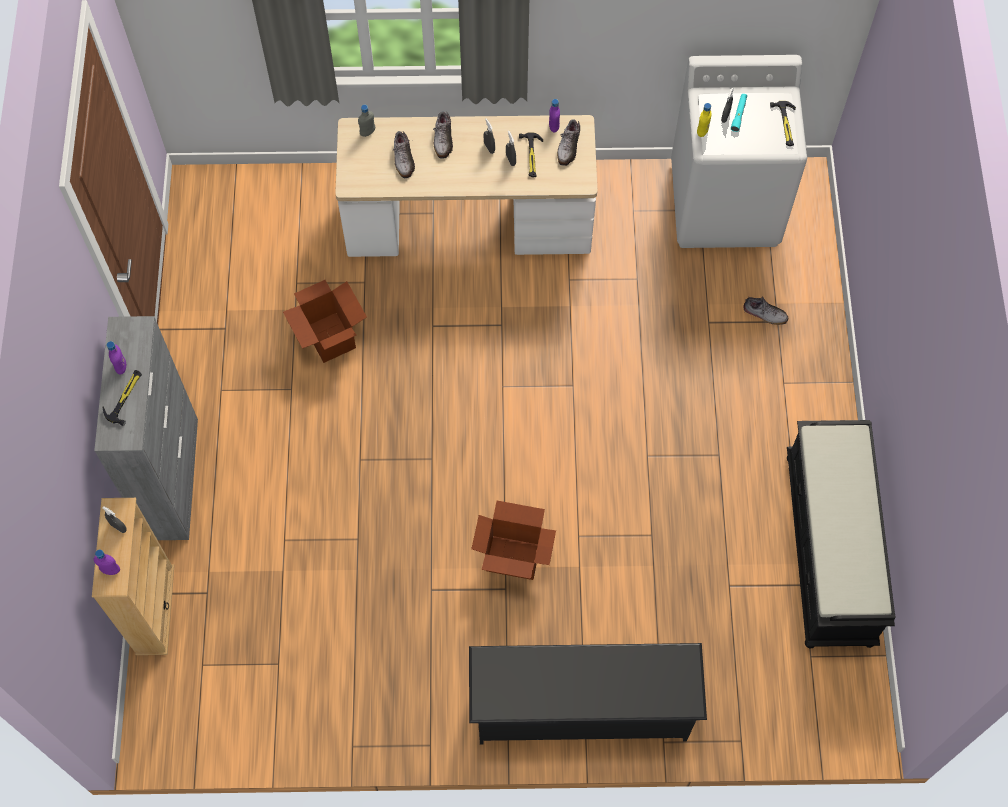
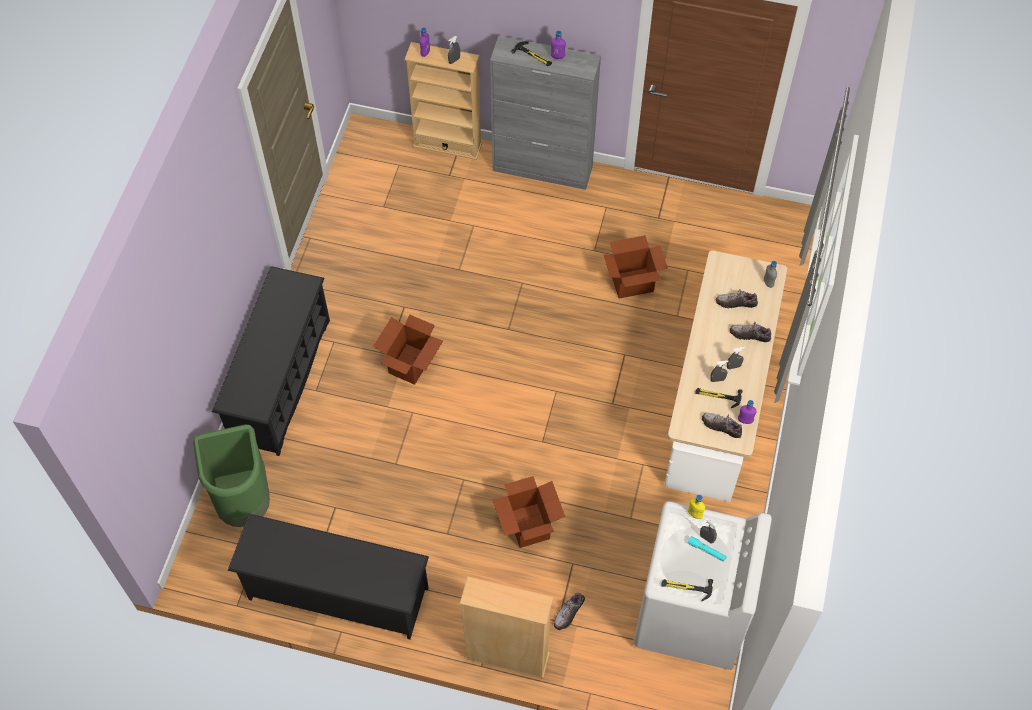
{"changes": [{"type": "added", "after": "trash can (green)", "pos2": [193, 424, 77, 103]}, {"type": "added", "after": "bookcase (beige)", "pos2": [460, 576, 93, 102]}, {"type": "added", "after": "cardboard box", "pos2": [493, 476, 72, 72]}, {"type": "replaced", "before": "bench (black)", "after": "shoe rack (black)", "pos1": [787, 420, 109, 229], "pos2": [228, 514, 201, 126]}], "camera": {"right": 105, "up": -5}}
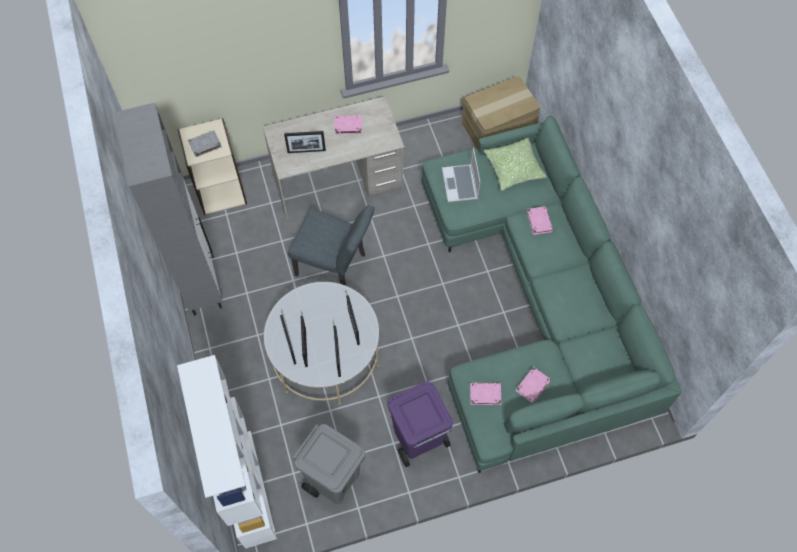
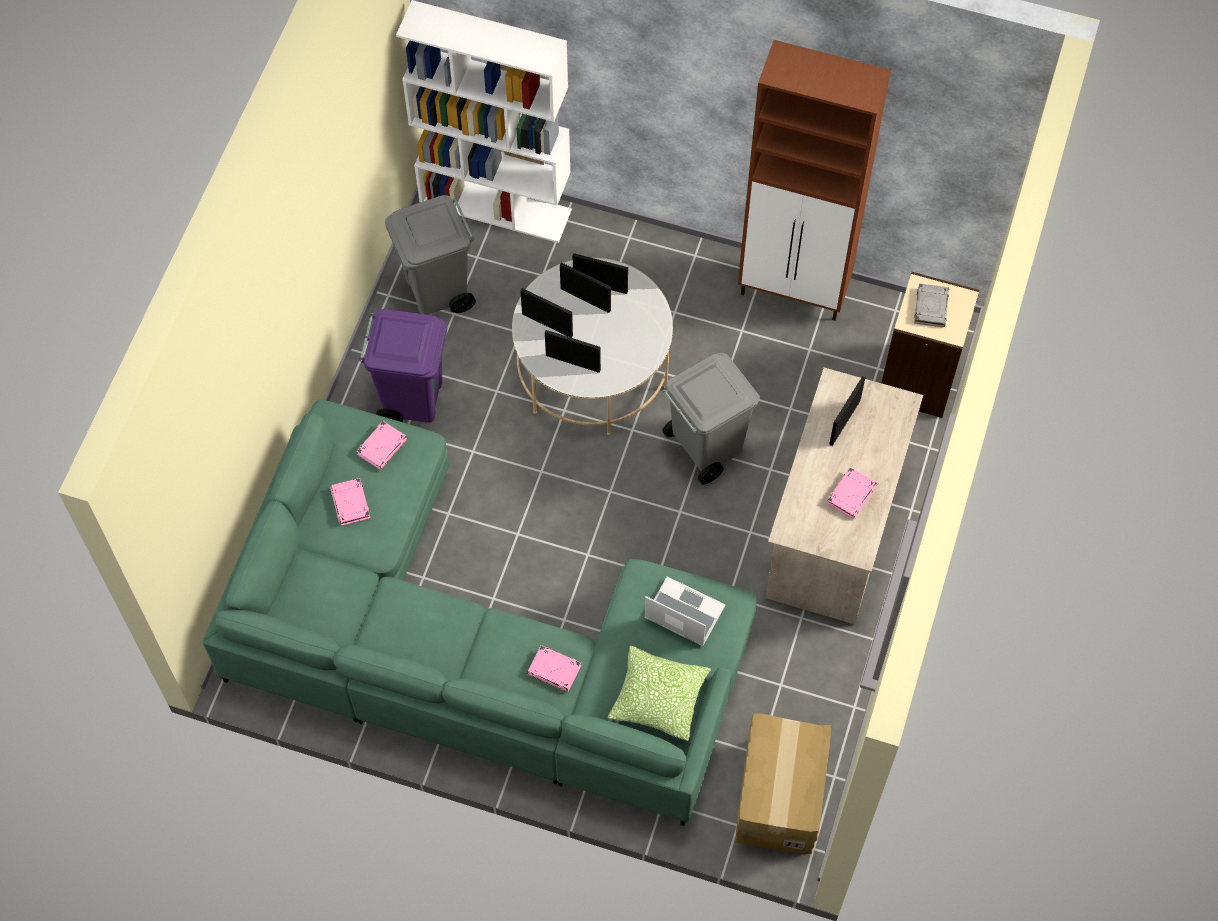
{"changes": [{"type": "replaced", "before": "chair (grey)", "after": "trash can (grey)", "pos1": [288, 205, 87, 81], "pos2": [663, 353, 96, 131]}, {"type": "recoloured", "before": "cabinet (grey)", "after": "cabinet (brown)", "pos1": [113, 103, 109, 212], "pos2": [738, 40, 153, 281]}], "camera": {"right": 125, "up": 0}}
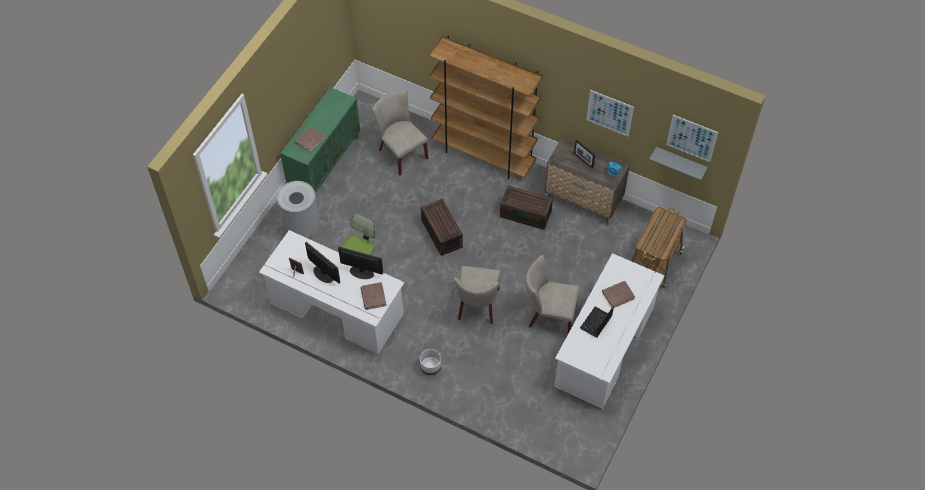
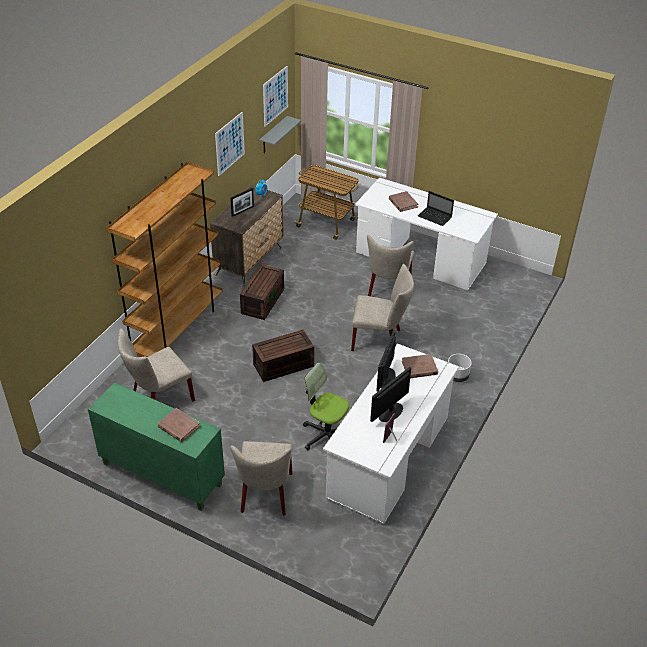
{"changes": [{"type": "replaced", "before": "trash can (grey)", "after": "chair (beige)", "pos1": [277, 181, 43, 58], "pos2": [230, 441, 62, 75]}], "camera": {"right": -90, "up": -15}}
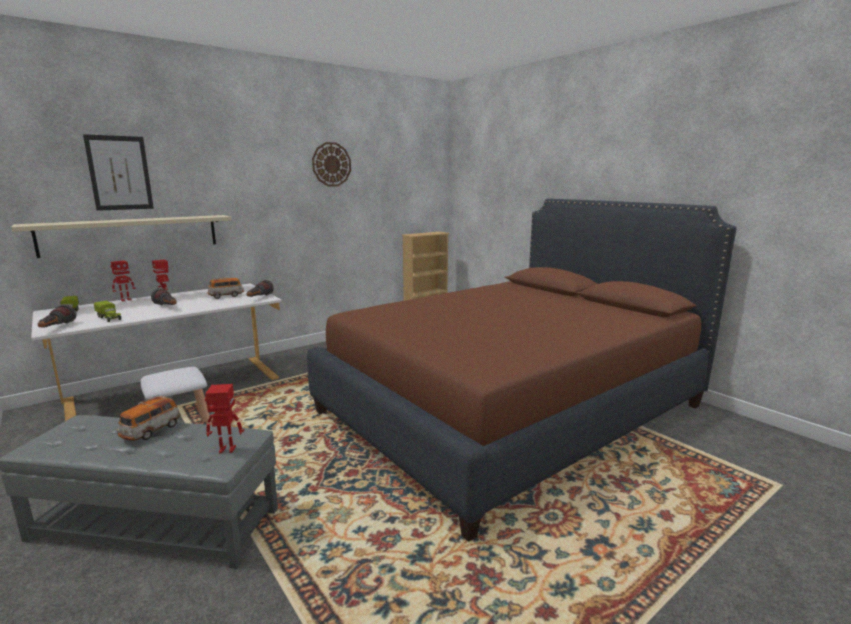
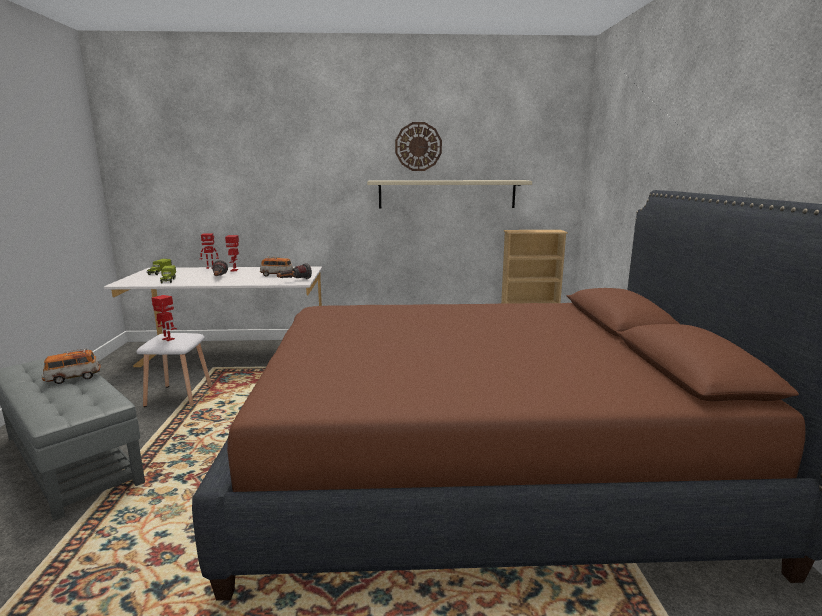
{"changes": [{"type": "removed", "before": "flashlight", "pos1": [38, 304, 38, 24]}, {"type": "removed", "before": "picture", "pos1": [83, 134, 71, 77]}, {"type": "moved", "before": "shelf (beige)", "pos1": [11, 215, 220, 43], "pos2": [367, 180, 165, 28]}, {"type": "moved", "before": "toy robot", "pos1": [205, 384, 39, 69], "pos2": [152, 295, 25, 46]}], "camera": {"right": 35, "up": 0}}
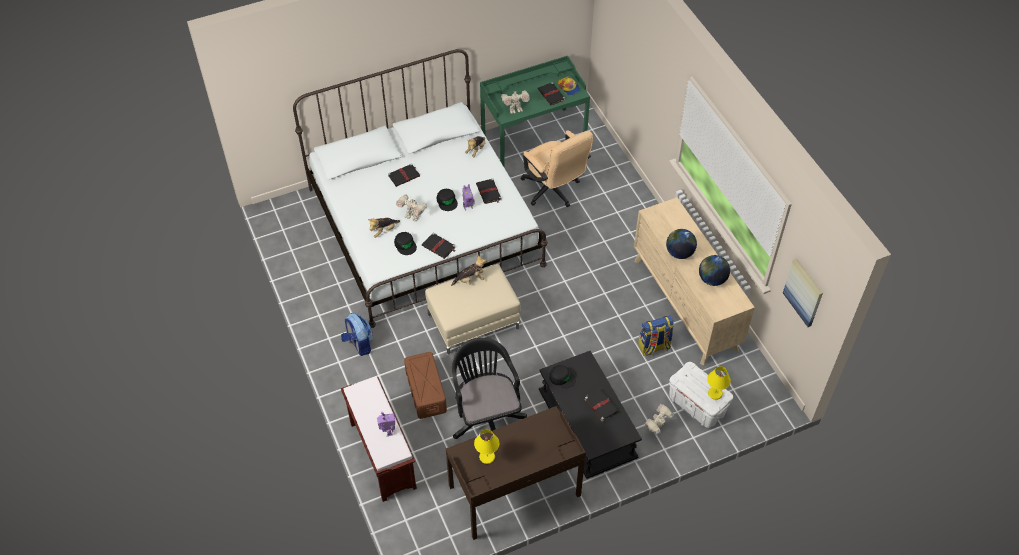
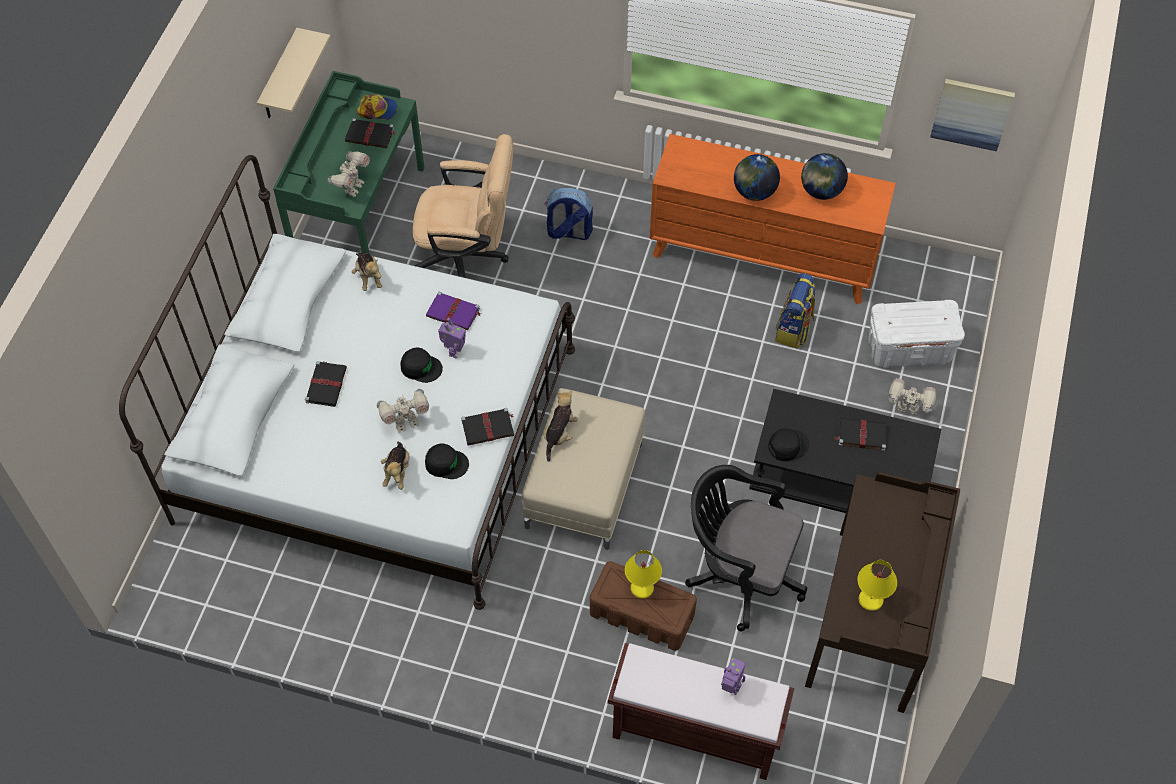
{"changes": [{"type": "added", "after": "shelf (beige)", "pos2": [257, 28, 74, 90]}, {"type": "moved", "before": "backpack", "pos1": [341, 313, 32, 43], "pos2": [545, 187, 48, 53]}, {"type": "moved", "before": "table lamp (yellow)", "pos1": [707, 366, 24, 34], "pos2": [625, 550, 37, 49]}, {"type": "recoloured", "before": "book (black)", "after": "book (purple)", "pos1": [476, 179, 26, 25], "pos2": [426, 292, 55, 38]}, {"type": "recoloured", "before": "dresser (beige)", "after": "dresser (orange)", "pos1": [634, 197, 121, 169], "pos2": [650, 134, 246, 170]}, {"type": "turned", "before": "toy robot", "pos1": [645, 404, 29, 30], "pos2": [888, 378, 48, 37], "turn": 120}], "camera": {"right": -50, "up": 5}}
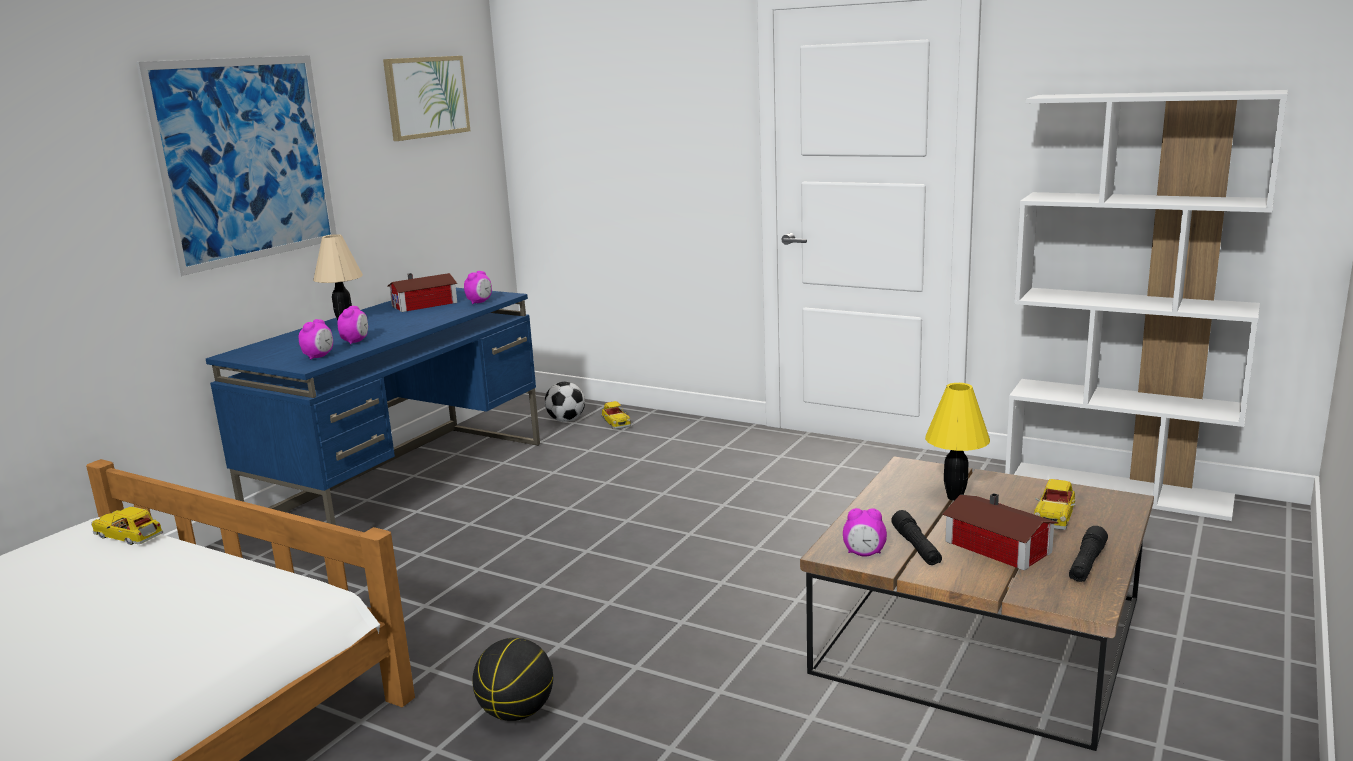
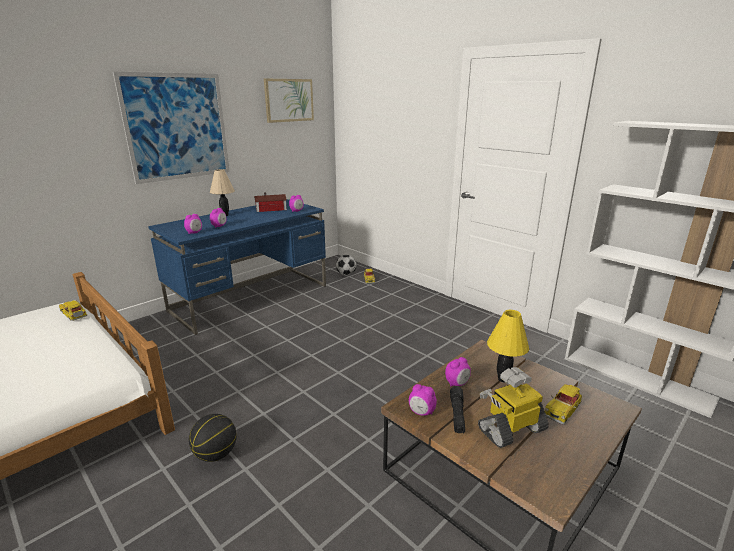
{"changes": [{"type": "removed", "before": "flashlight (black)", "pos1": [1069, 526, 39, 56]}, {"type": "added", "after": "alarm clock", "pos2": [445, 357, 26, 30]}, {"type": "replaced", "before": "toy house", "after": "toy robot", "pos1": [942, 493, 117, 78], "pos2": [478, 367, 71, 81]}], "camera": {"right": 15, "up": 5}}
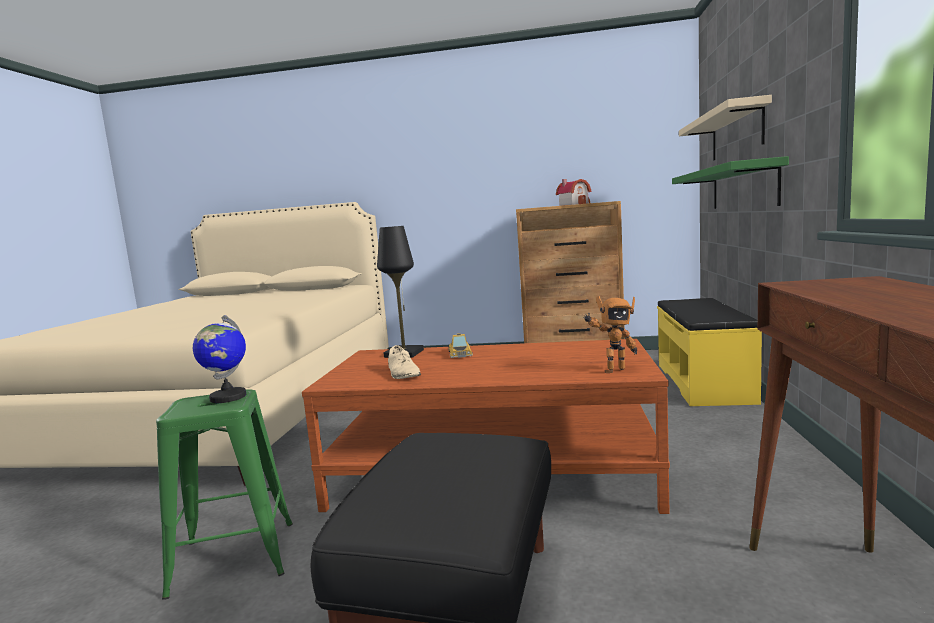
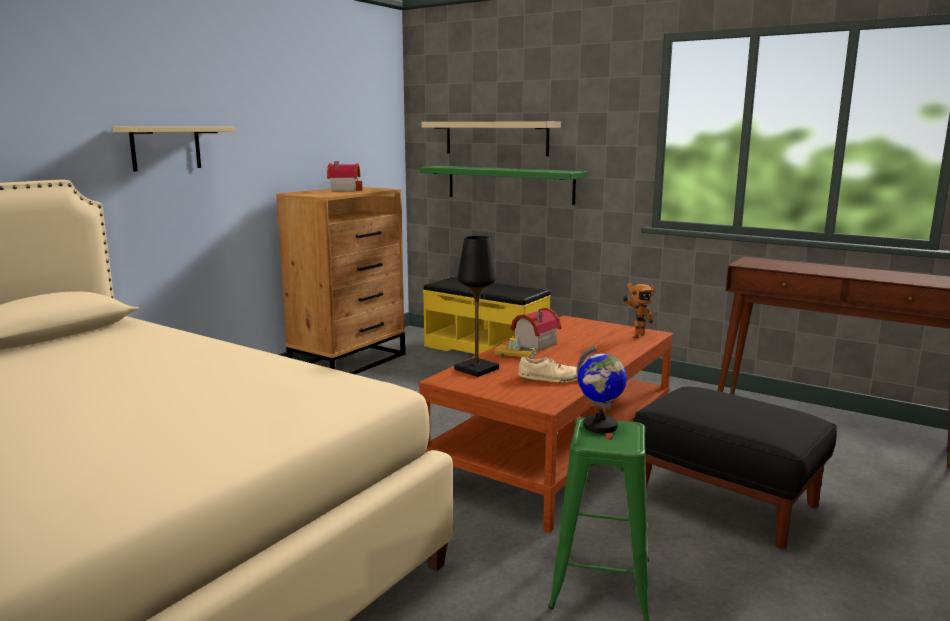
{"changes": [{"type": "added", "after": "shelf (beige)", "pos2": [113, 127, 123, 44]}, {"type": "added", "after": "toy house", "pos2": [510, 308, 51, 43]}, {"type": "turned", "before": "toy robot", "pos1": [583, 296, 54, 77], "pos2": [623, 282, 33, 56], "turn": 45}], "camera": {"right": -65, "up": 5}}
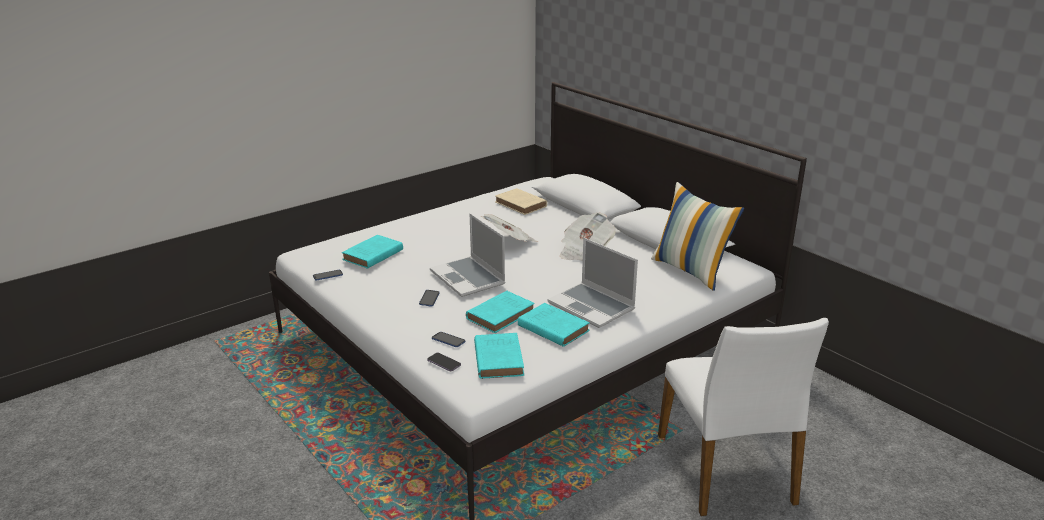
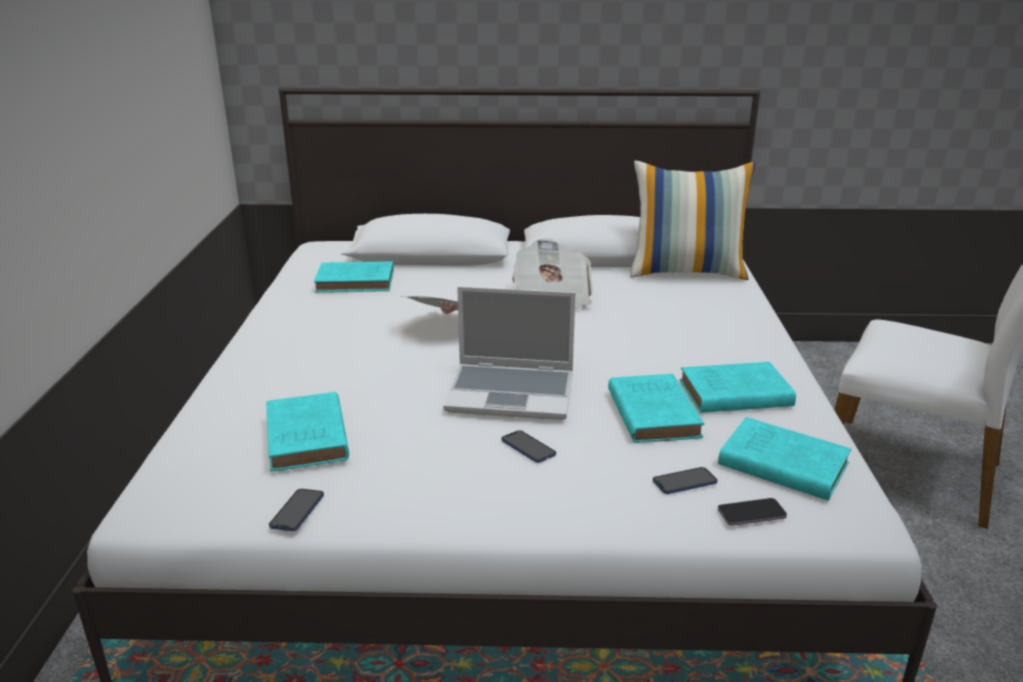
{"changes": [{"type": "removed", "before": "laptop", "pos1": [547, 238, 91, 90]}, {"type": "recoloured", "before": "book (beige)", "after": "book (turquoise)", "pos1": [495, 188, 52, 27], "pos2": [314, 261, 80, 31]}], "camera": {"right": -50, "up": 0}}
